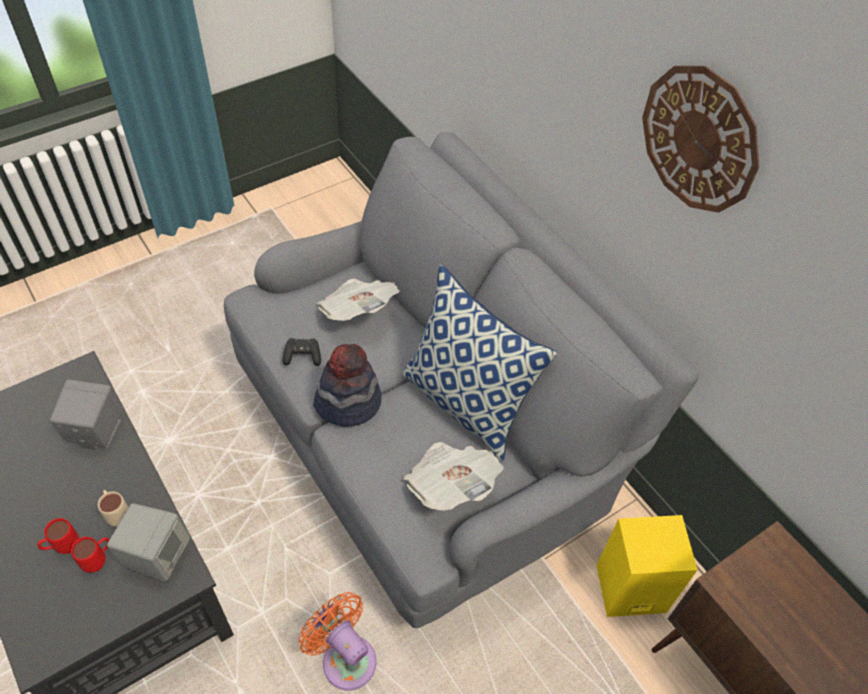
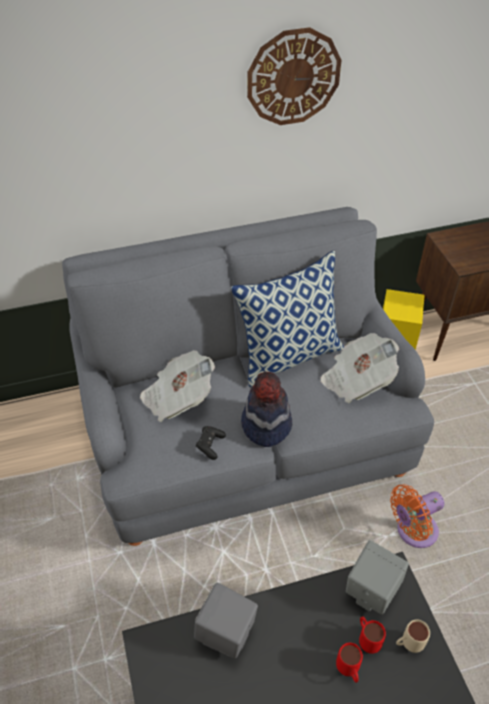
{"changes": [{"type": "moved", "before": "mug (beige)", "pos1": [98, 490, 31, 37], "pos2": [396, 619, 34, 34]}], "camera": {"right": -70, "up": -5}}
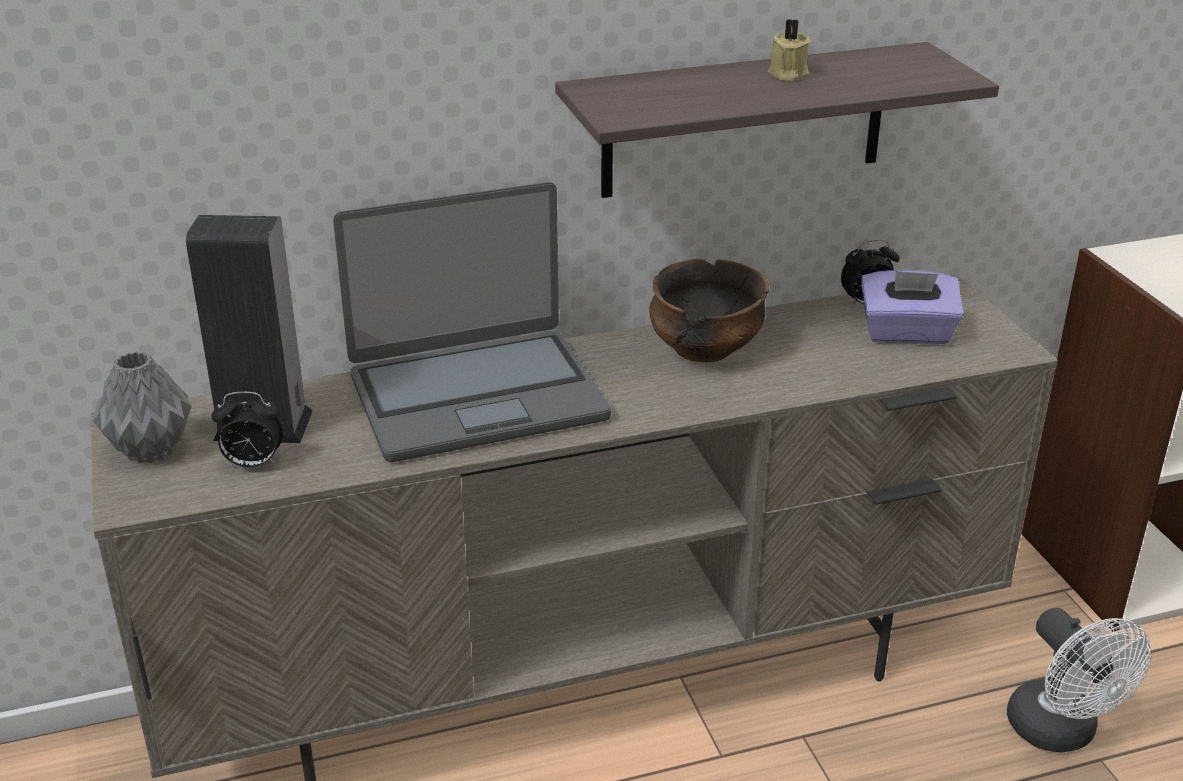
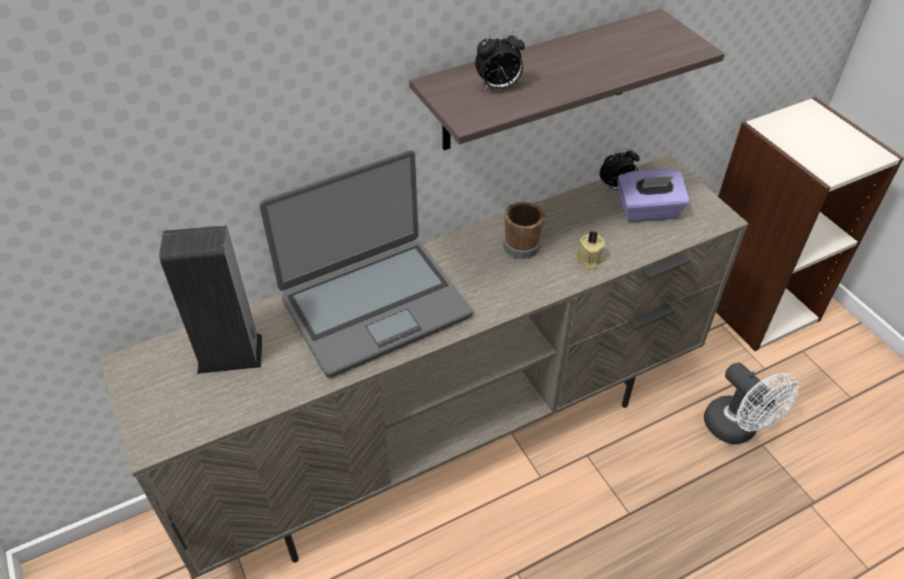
{"changes": [{"type": "removed", "before": "vase (grey)", "pos1": [93, 351, 99, 113]}, {"type": "moved", "before": "alarm clock", "pos1": [211, 392, 73, 76], "pos2": [475, 30, 50, 60]}, {"type": "moved", "before": "candle (beige)", "pos1": [768, 19, 43, 63], "pos2": [575, 230, 30, 39]}, {"type": "replaced", "before": "bowl", "after": "mug (brown)", "pos1": [649, 259, 120, 103], "pos2": [503, 202, 42, 57]}], "camera": {"right": -10, "up": 15}}
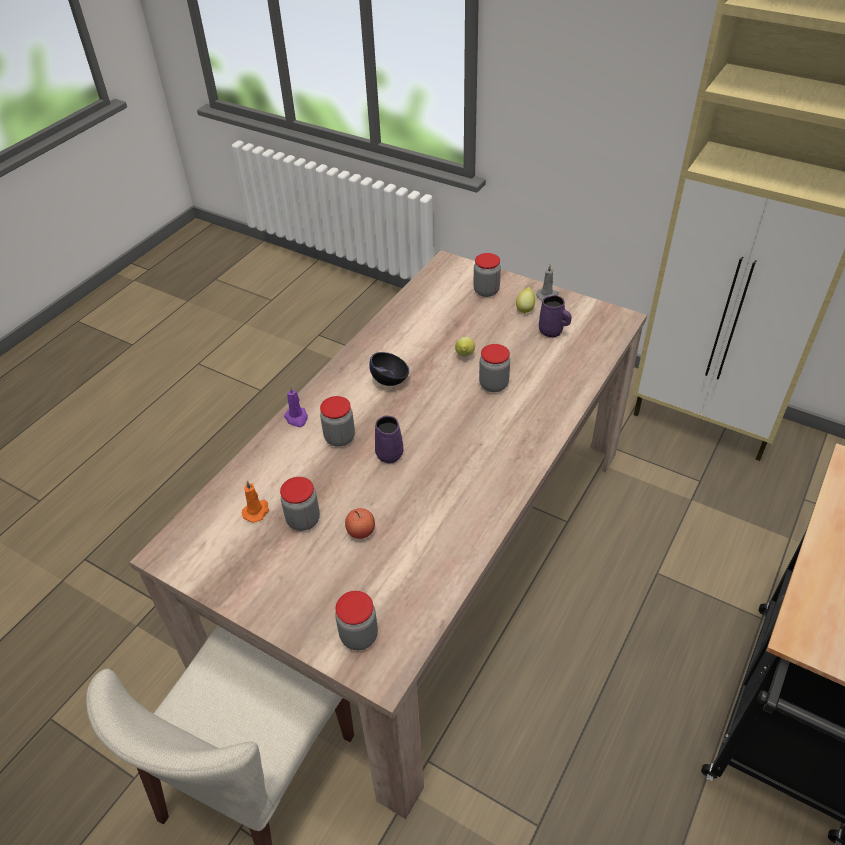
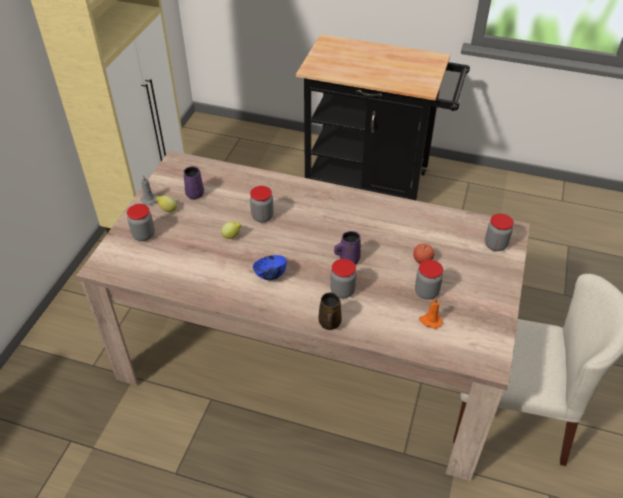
{"changes": [{"type": "replaced", "before": "candle (purple)", "after": "mug (brown)", "pos1": [284, 386, 24, 41], "pos2": [318, 292, 24, 38]}, {"type": "recoloured", "before": "bowl (black)", "after": "bowl (blue)", "pos1": [369, 352, 40, 34], "pos2": [253, 255, 34, 25]}], "camera": {"right": -105, "up": 0}}
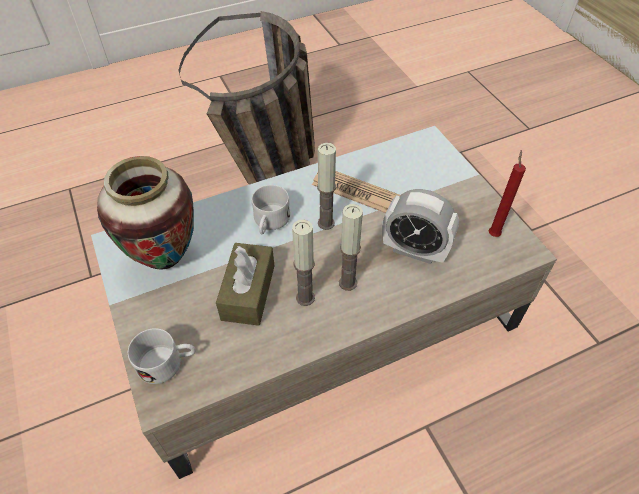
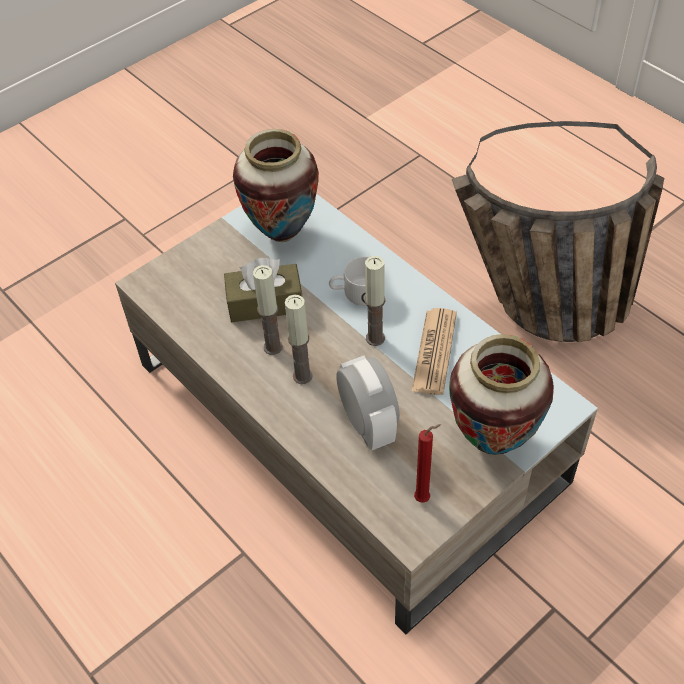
{"changes": [{"type": "removed", "before": "mug (white)", "pos1": [128, 328, 68, 56]}, {"type": "added", "after": "vase", "pos2": [449, 334, 105, 121]}, {"type": "turned", "before": "alarm clock", "pos1": [382, 189, 77, 75], "pos2": [336, 356, 64, 94], "turn": 150}], "camera": {"right": 75, "up": 0}}
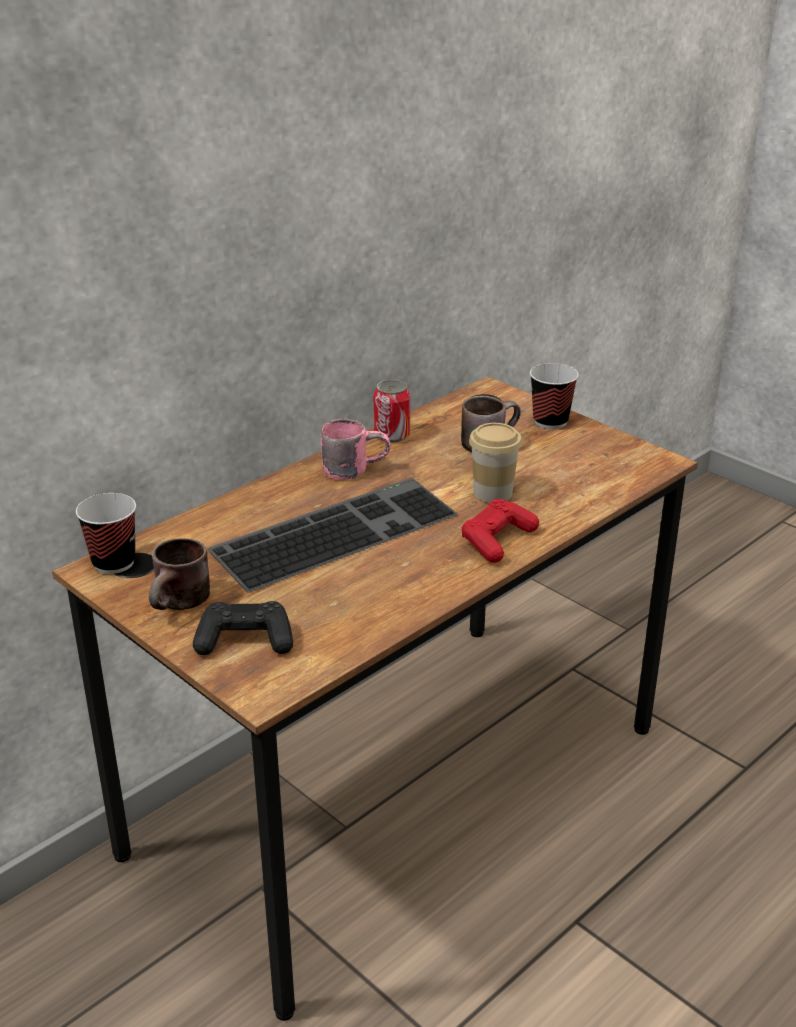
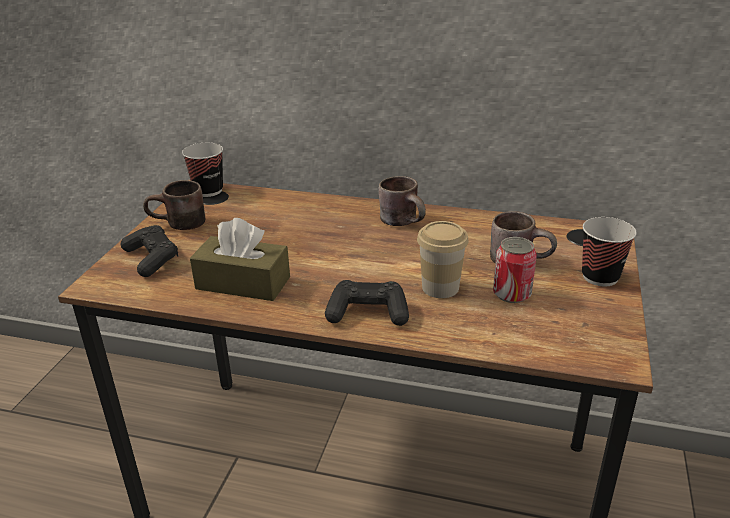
{"changes": [{"type": "removed", "before": "keyboard", "pos1": [207, 478, 251, 115]}, {"type": "added", "after": "tissue box (brown)", "pos2": [190, 218, 100, 83]}, {"type": "moved", "before": "can", "pos1": [374, 380, 36, 62], "pos2": [493, 237, 44, 66]}, {"type": "recoloured", "before": "mug (pink)", "after": "mug (brown)", "pos1": [321, 419, 70, 61], "pos2": [379, 176, 47, 50]}, {"type": "recoloured", "before": "game controller (red)", "after": "game controller (black)", "pos1": [462, 499, 77, 64], "pos2": [325, 280, 84, 46]}], "camera": {"right": 60, "up": 0}}
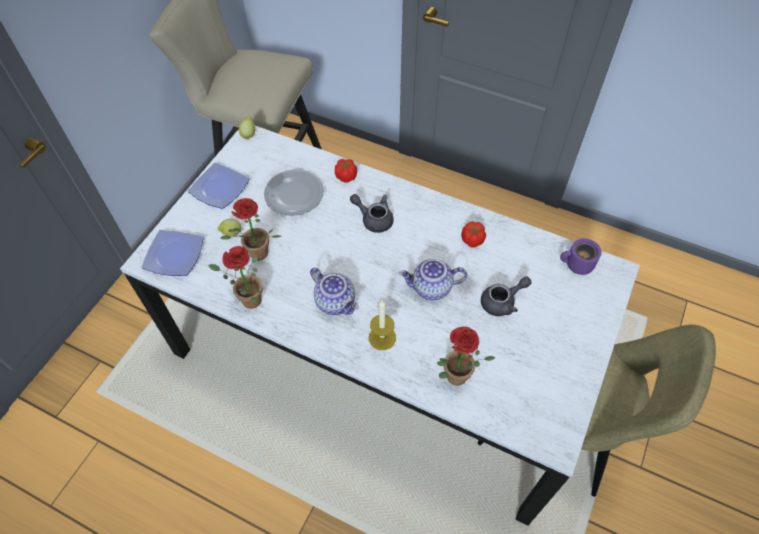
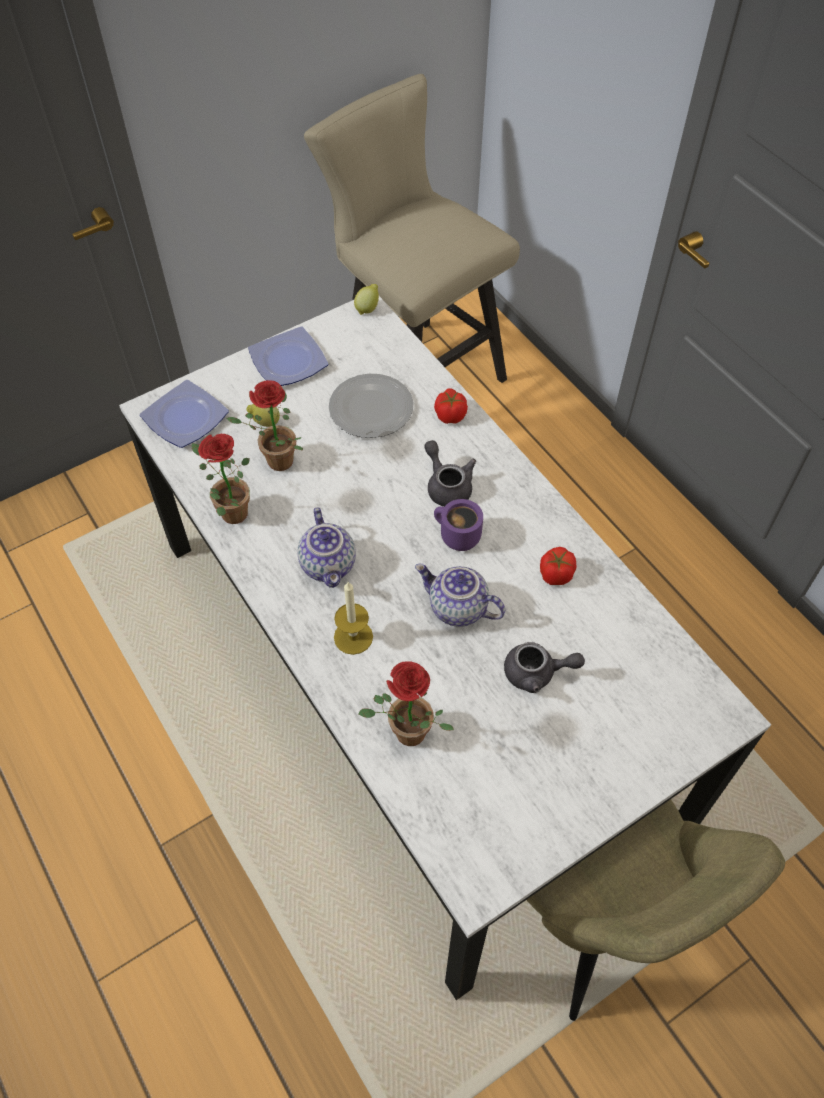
{"changes": [{"type": "moved", "before": "mug (purple)", "pos1": [560, 238, 42, 37], "pos2": [434, 499, 49, 52]}], "camera": {"right": 30, "up": 0}}
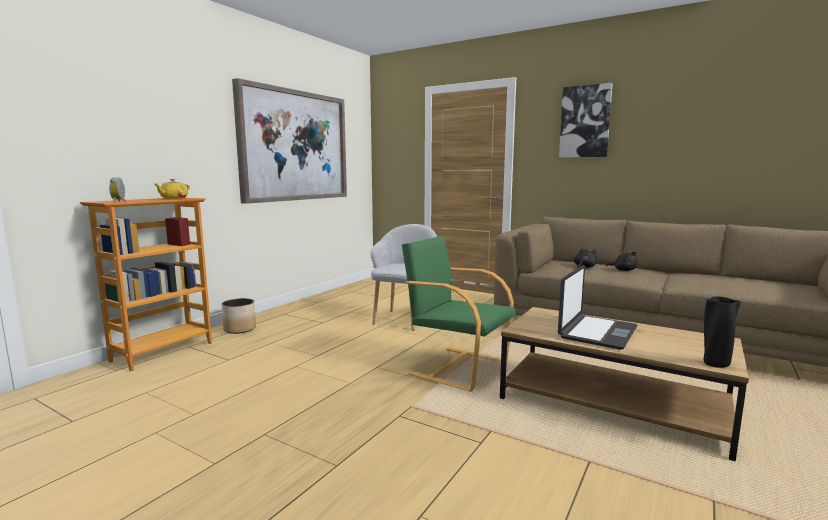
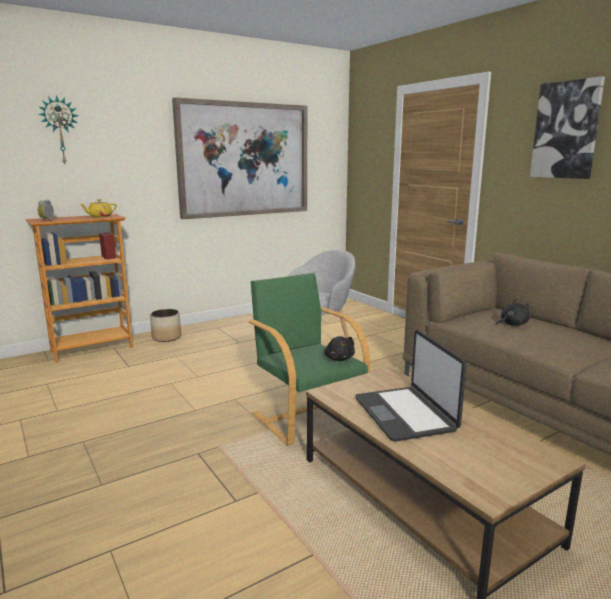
{"changes": [{"type": "removed", "before": "vase (black)", "pos1": [703, 296, 38, 72]}, {"type": "added", "after": "wall clock", "pos2": [38, 95, 40, 69]}, {"type": "moved", "before": "plush toy (black)", "pos1": [606, 252, 32, 19], "pos2": [324, 336, 31, 25]}, {"type": "turned", "before": "laptop", "pos1": [558, 265, 80, 85], "pos2": [355, 330, 112, 112], "turn": 105}], "camera": {"right": 25, "up": 5}}
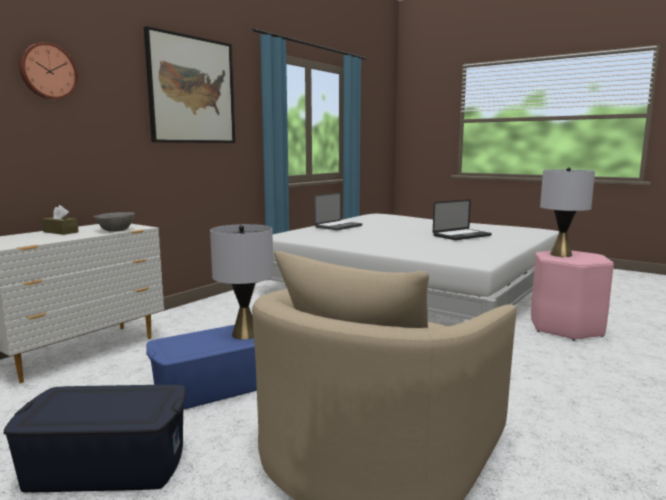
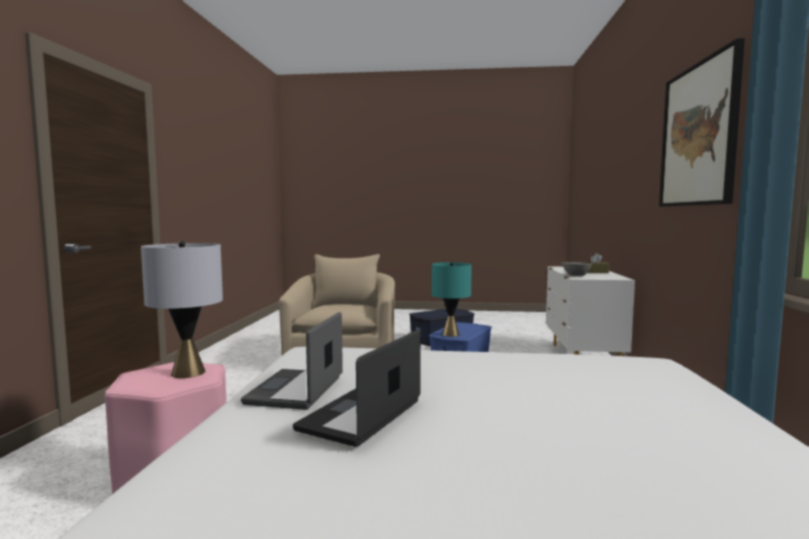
{"changes": [{"type": "removed", "before": "wall clock", "pos1": [19, 42, 59, 58]}, {"type": "moved", "before": "laptop", "pos1": [314, 193, 48, 37], "pos2": [241, 312, 102, 98]}, {"type": "recoloured", "before": "table lamp (grey)", "after": "table lamp (turquoise)", "pos1": [210, 224, 64, 115], "pos2": [432, 262, 40, 75]}], "camera": {"right": 150, "up": -5}}
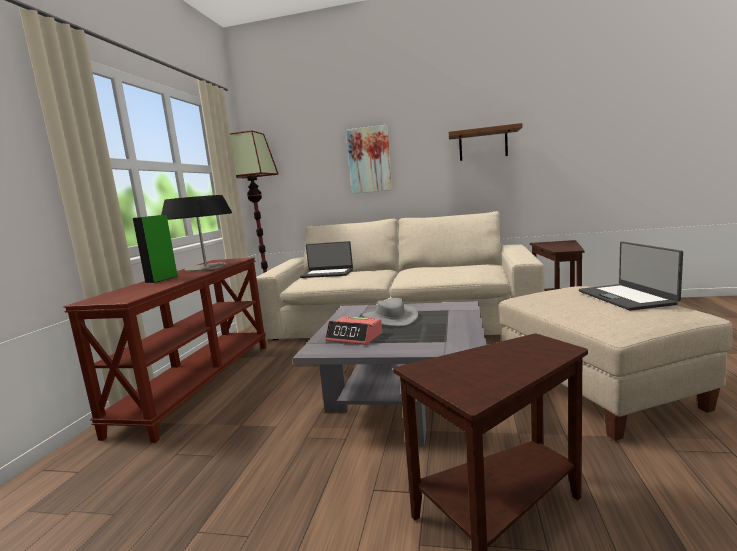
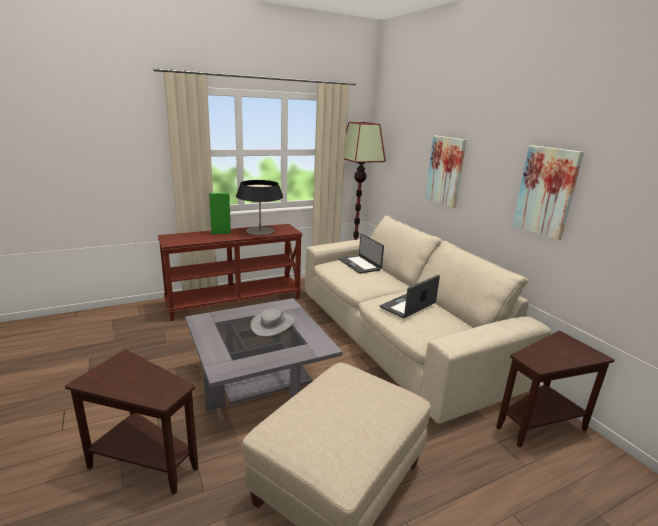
{"changes": [{"type": "removed", "before": "alarm clock", "pos1": [325, 316, 57, 29]}, {"type": "moved", "before": "laptop", "pos1": [579, 242, 104, 69], "pos2": [380, 275, 60, 43]}, {"type": "replaced", "before": "shelf (brown)", "after": "picture", "pos1": [449, 123, 73, 38], "pos2": [512, 145, 72, 95]}], "camera": {"right": 50, "up": 10}}
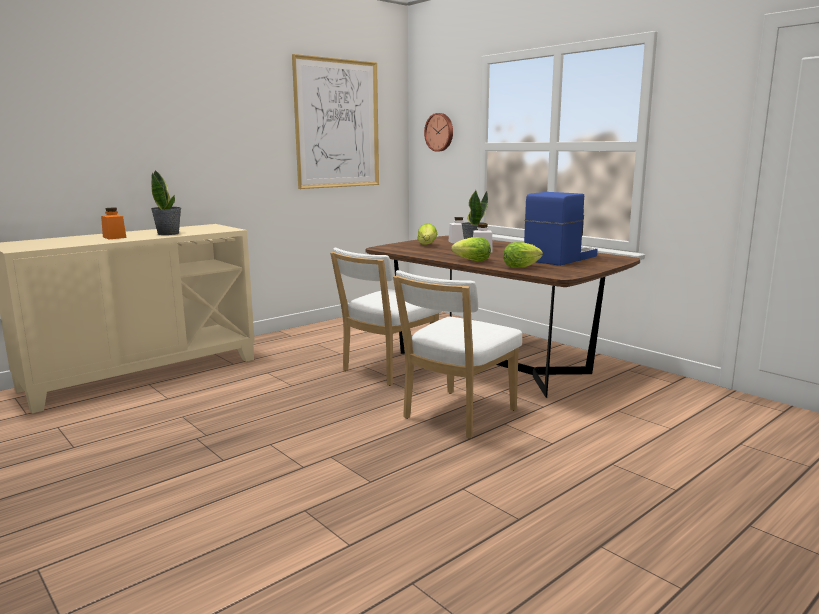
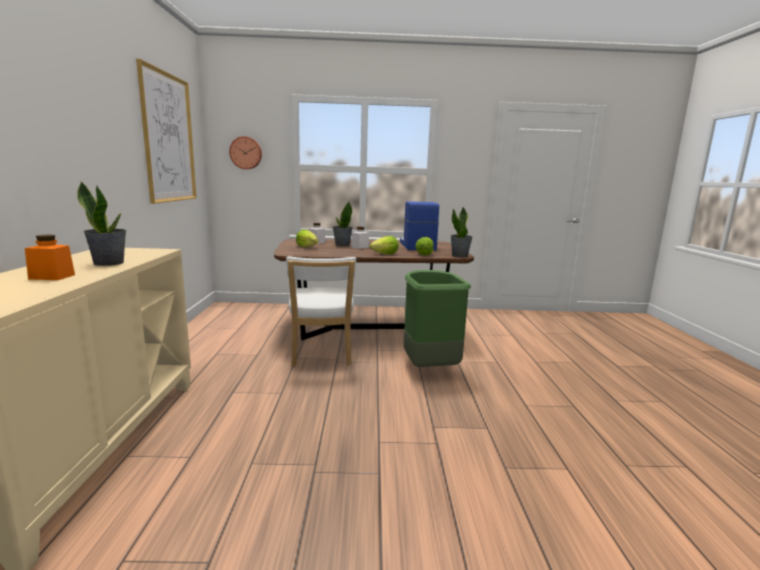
{"changes": [{"type": "added", "after": "potted plant", "pos2": [451, 206, 21, 51]}, {"type": "replaced", "before": "chair (white)", "after": "trash can (green)", "pos1": [393, 270, 129, 169], "pos2": [404, 270, 67, 97]}], "camera": {"right": -50, "up": 0}}
